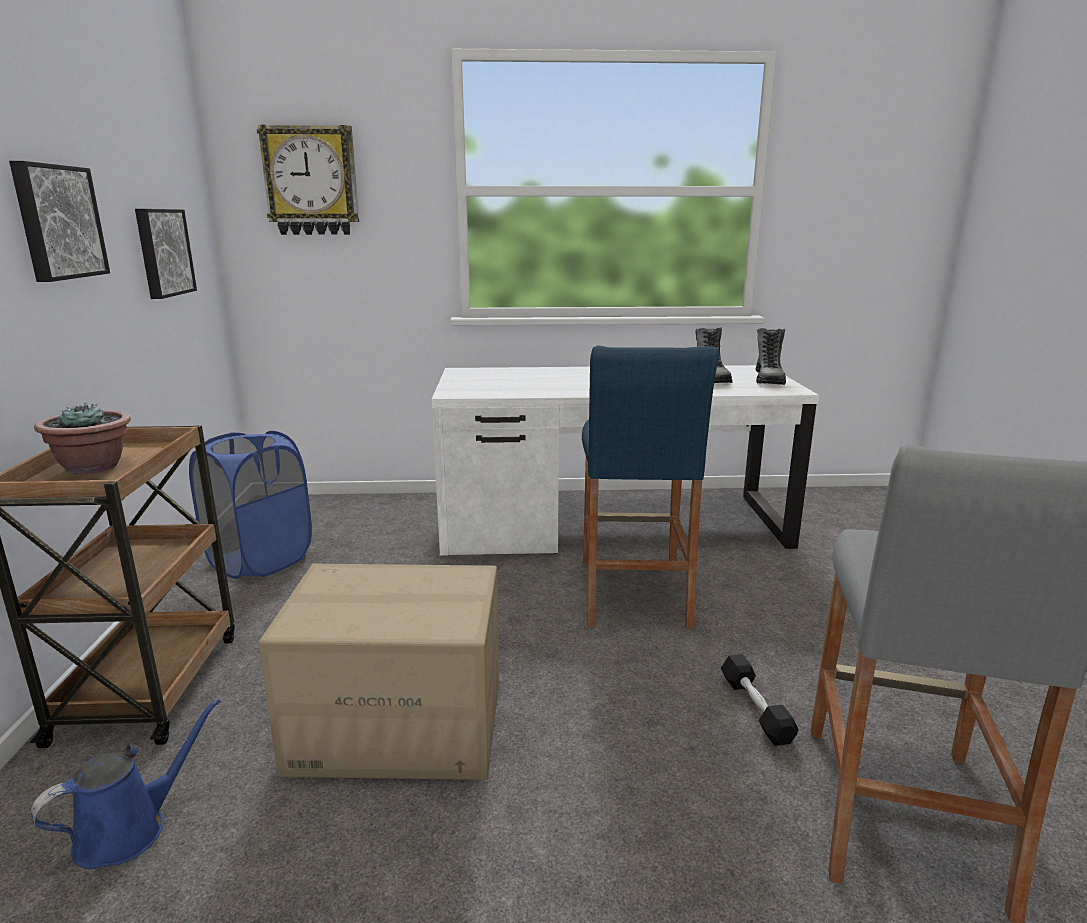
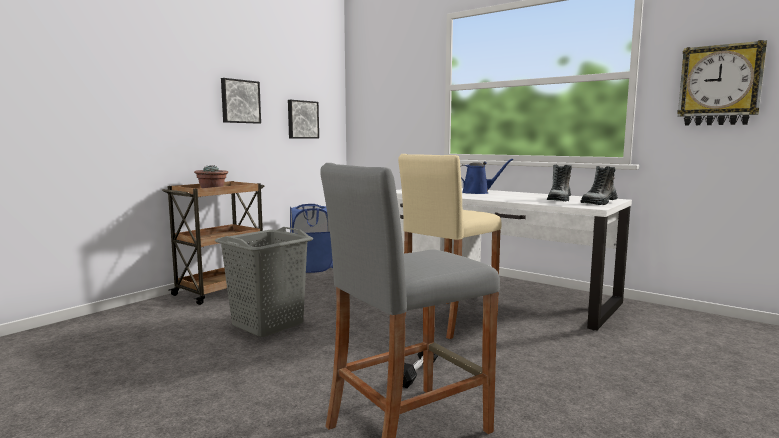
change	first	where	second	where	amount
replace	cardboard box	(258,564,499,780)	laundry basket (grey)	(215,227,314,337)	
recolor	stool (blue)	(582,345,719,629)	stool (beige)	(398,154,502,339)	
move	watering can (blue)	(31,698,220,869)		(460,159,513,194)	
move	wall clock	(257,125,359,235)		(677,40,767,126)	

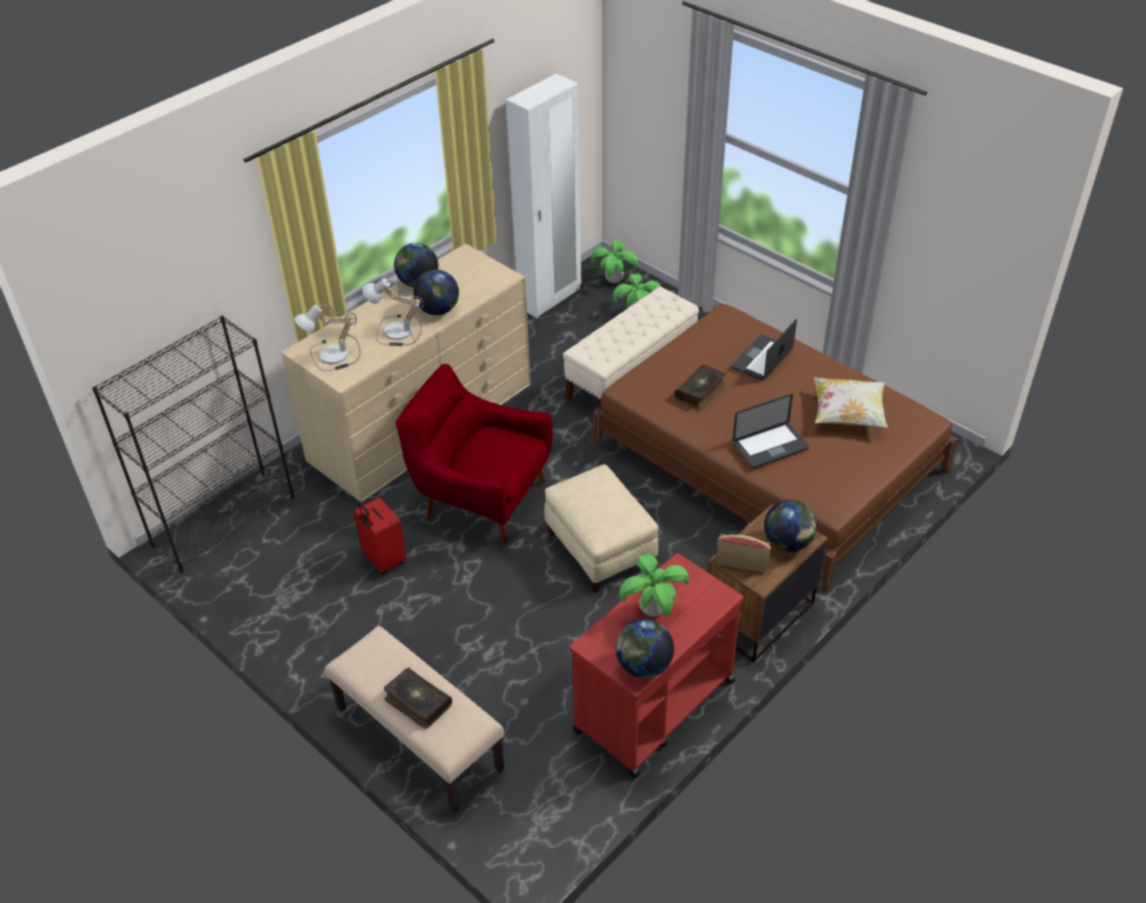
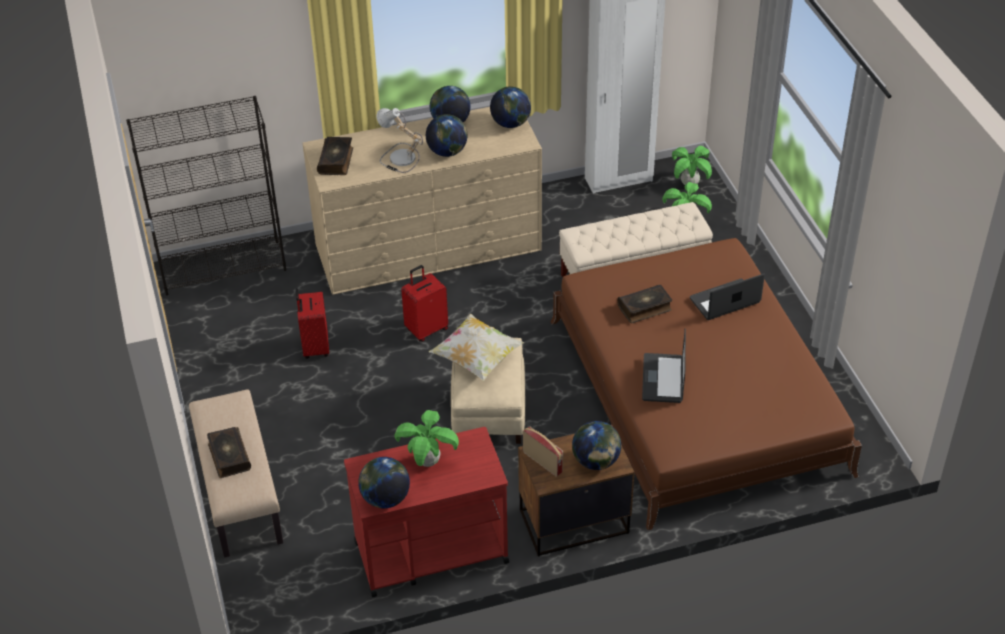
change	first	where	second	where	amount
replace	table lamp	(294,305,361,371)	book	(317,137,353,175)	
replace	armchair (red)	(396,364,553,544)	suitcase (red)	(401,265,448,342)	
move	pillow	(814,377,888,428)		(429,314,525,381)	
insert			globe	(490,86,531,128)	
rotate	laptop	(733,394,809,468)		(642,329,686,403)	90 degrees clockwise

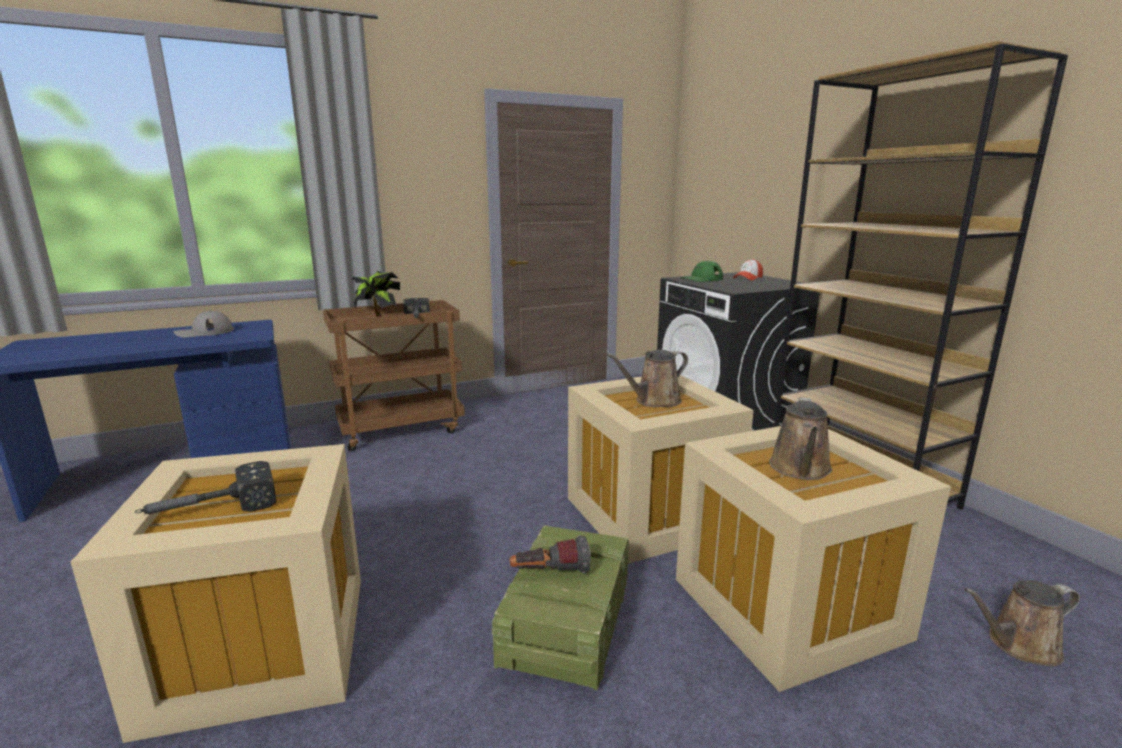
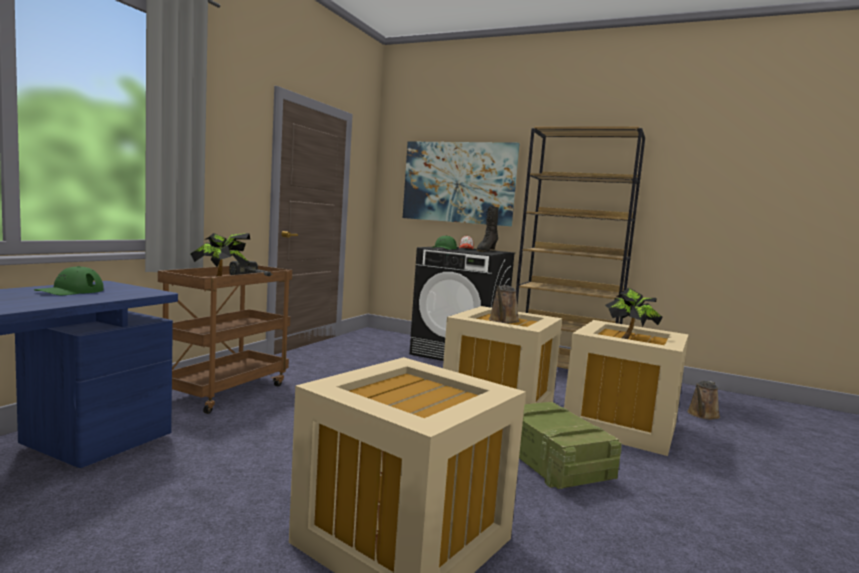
change	first	where	second	where	amount
recolor	cap (grey)	(173,311,234,337)	cap (green)	(34,266,104,295)	
insert			picture	(403,142,520,226)	
insert			boot (black)	(476,206,499,252)	
replace	watering can (brown)	(769,398,832,480)	potted plant	(605,287,663,339)	
delete	hammer	(135,461,276,514)			
delete	flashlight	(509,535,591,574)			

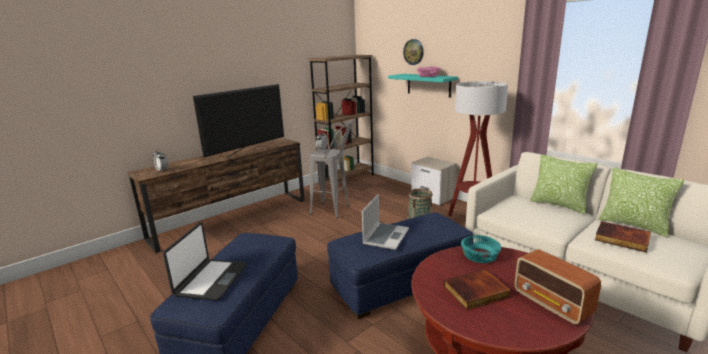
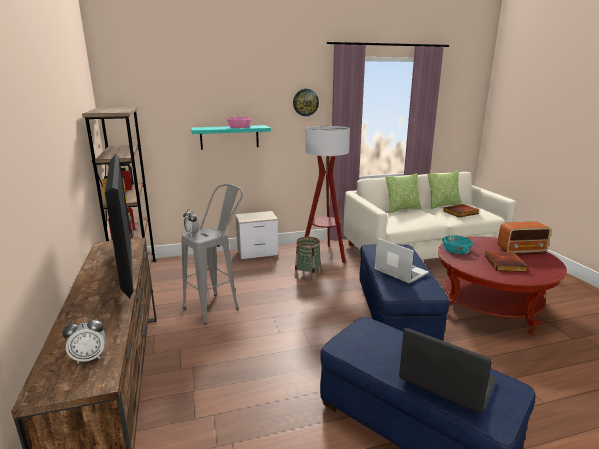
change	first	where	second	where	amount
move	wall clock	(403,39,424,65)		(293,89,319,116)	

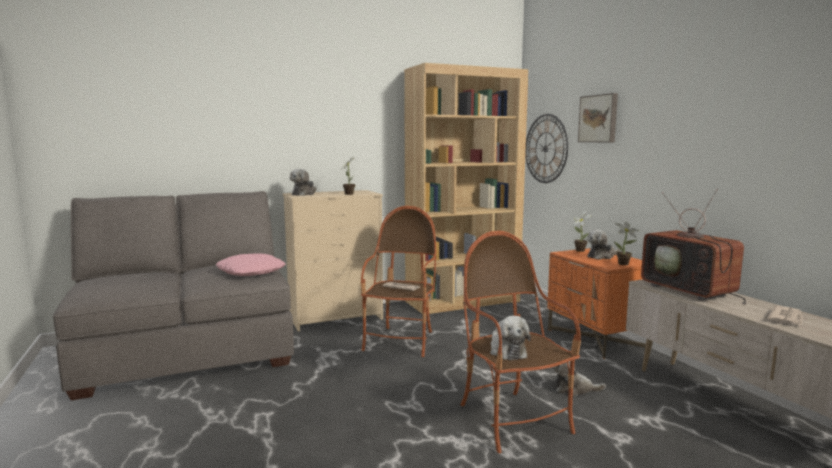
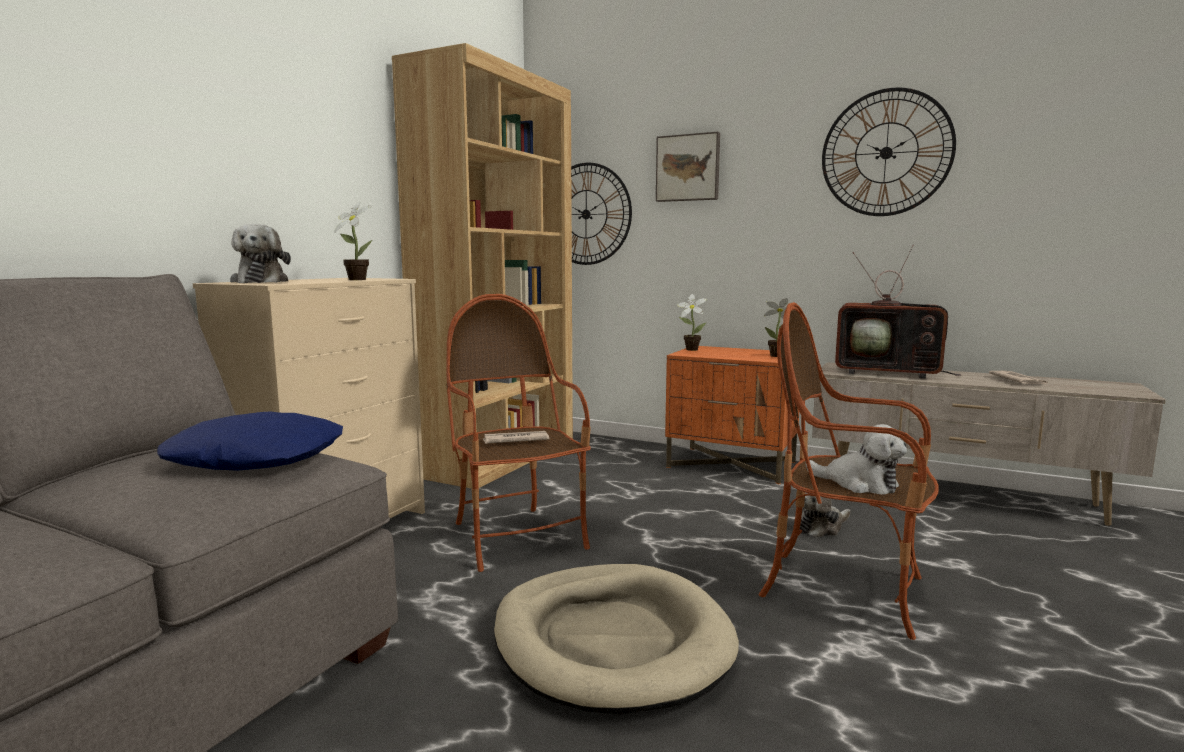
change	first	where	second	where	amount
recolor	pillow (pink)	(216,253,286,276)	pillow (blue)	(157,412,343,471)	
insert			dog bed (beige)	(494,564,739,714)	
insert			wall clock	(822,87,956,216)	
delete	plush toy	(587,230,620,260)			

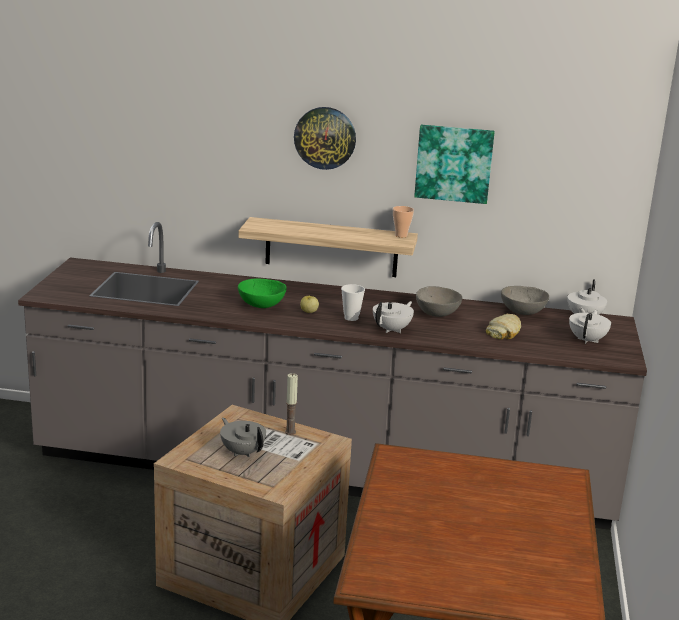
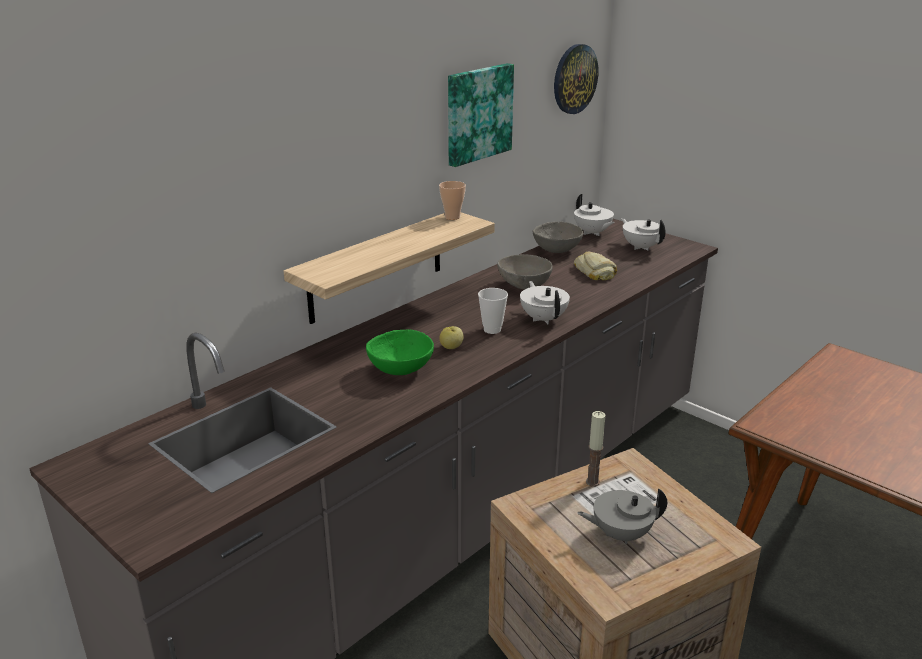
change	first	where	second	where	amount
move	wall clock	(294,107,356,170)		(554,44,598,114)	

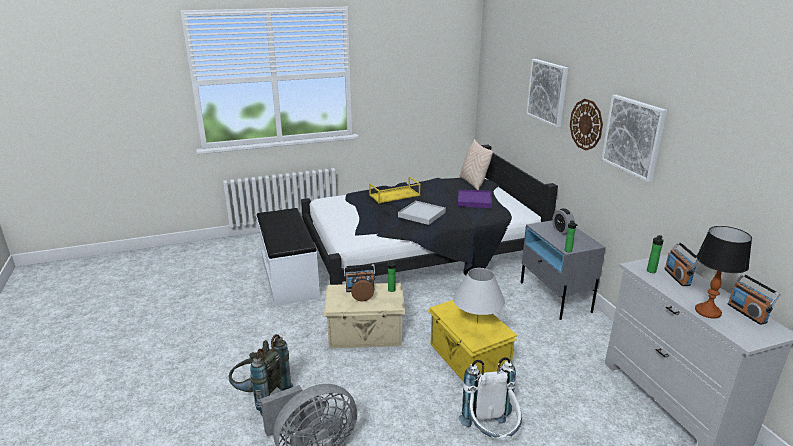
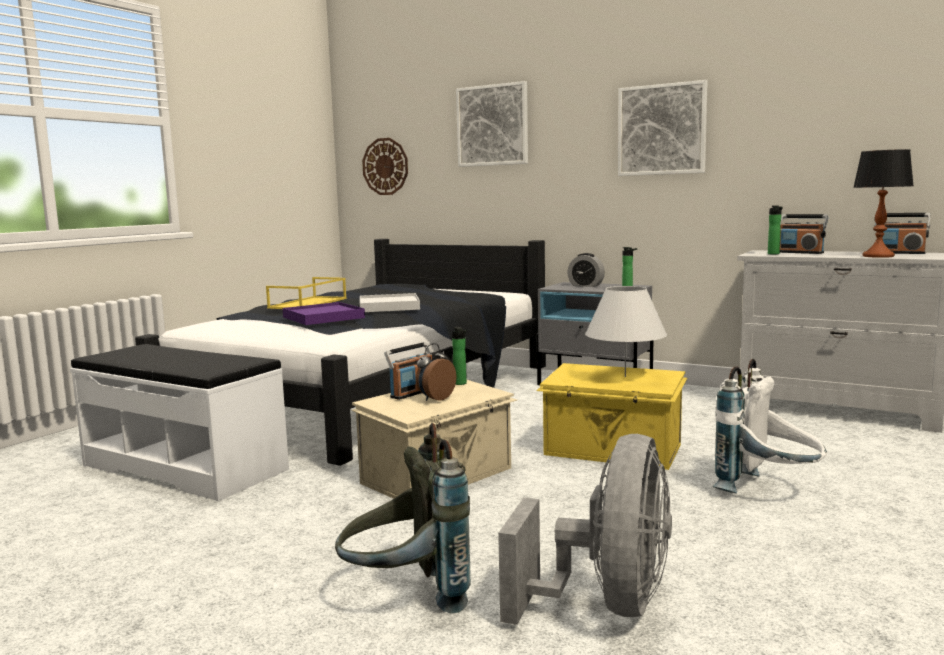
change	first	where	second	where	amount
move	tray (purple)	(458,190,492,208)		(283,302,365,325)	
move	wall clock	(570,99,603,150)		(362,138,408,195)	
delete	pillow (beige)	(459,139,494,190)			

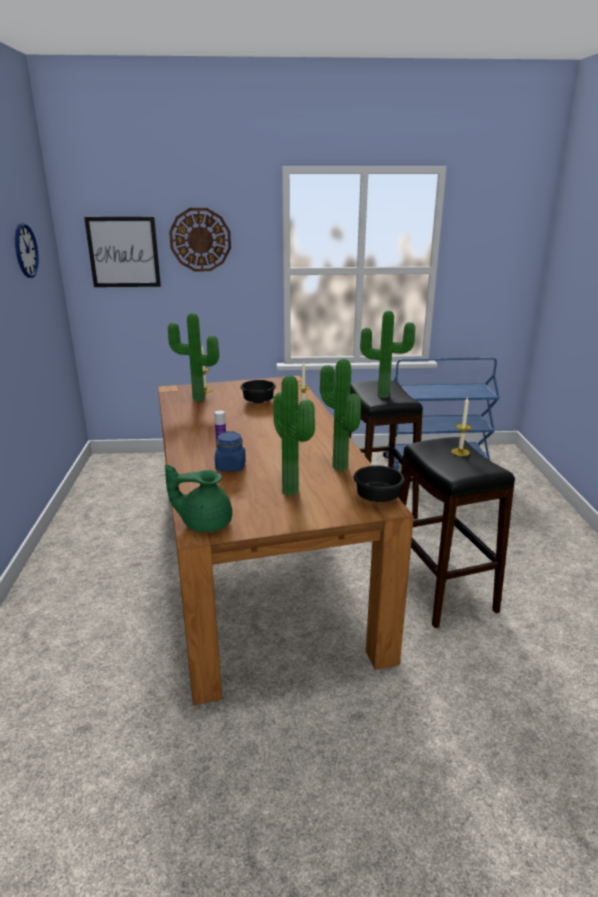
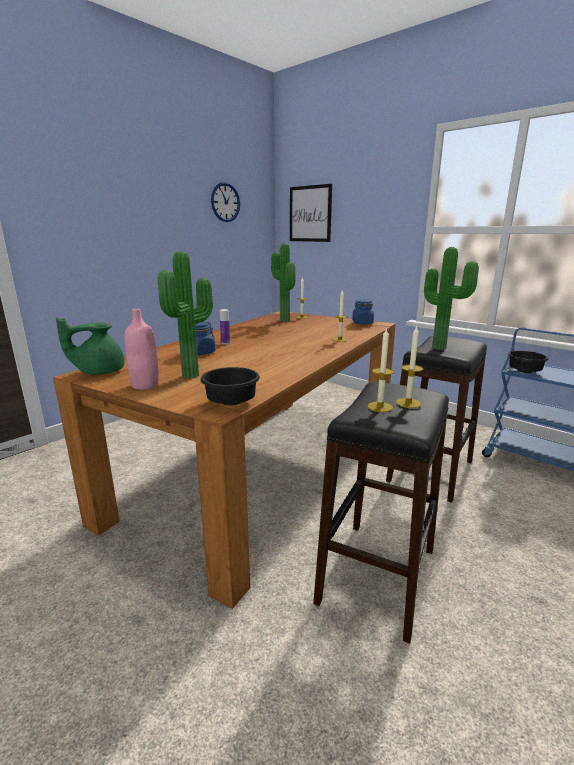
change	first	where	second	where	amount
rotate	teapot (green)	(165,464,232,532)		(56,317,124,375)	75 degrees counterclockwise
insert			bottle (pink)	(125,309,159,390)	
insert			jar (blue)	(352,299,374,325)	
insert			candle	(367,327,394,412)	
move	bowl (black)	(240,380,276,403)		(508,351,549,373)	
delete	wall clock	(169,208,231,271)			
delete	potted plant	(320,359,361,471)			

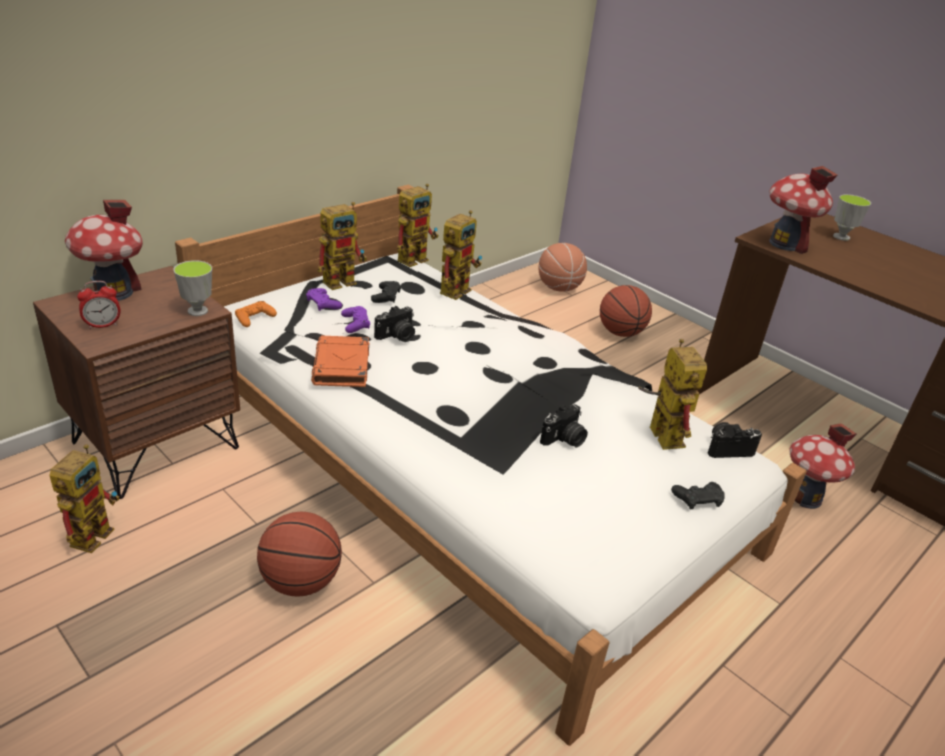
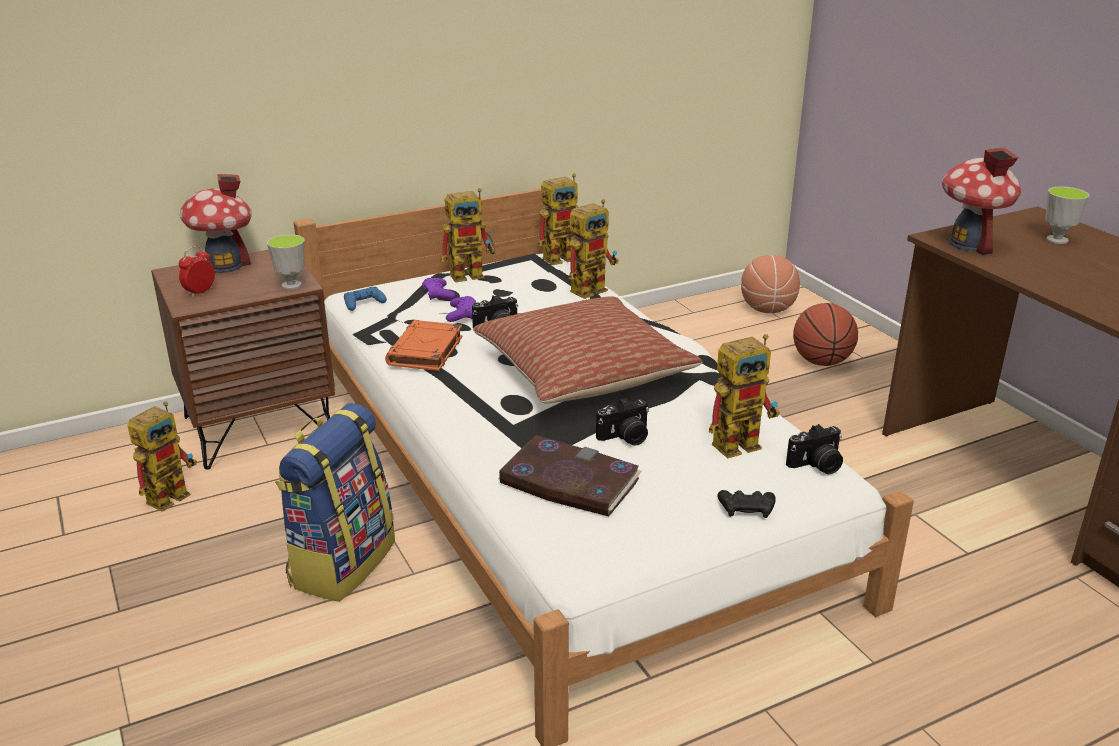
change	first	where	second	where	amount
rotate	alarm clock	(77,281,121,329)		(179,246,215,297)	135 degrees clockwise
replace	basketball	(257,512,342,597)	backpack	(275,403,395,602)	
recolor	game controller (orange)	(235,301,277,327)	game controller (blue)	(344,287,387,311)	
insert			pillow	(473,296,703,404)	
insert			book	(498,435,642,517)	
rotate	toy robot	(638,339,707,450)		(709,334,780,458)	60 degrees clockwise
rotate	photo camera	(708,422,762,458)		(786,424,843,474)	150 degrees clockwise
delete	game controller (black)	(371,281,401,303)			
delete	toy house	(790,423,856,509)			

